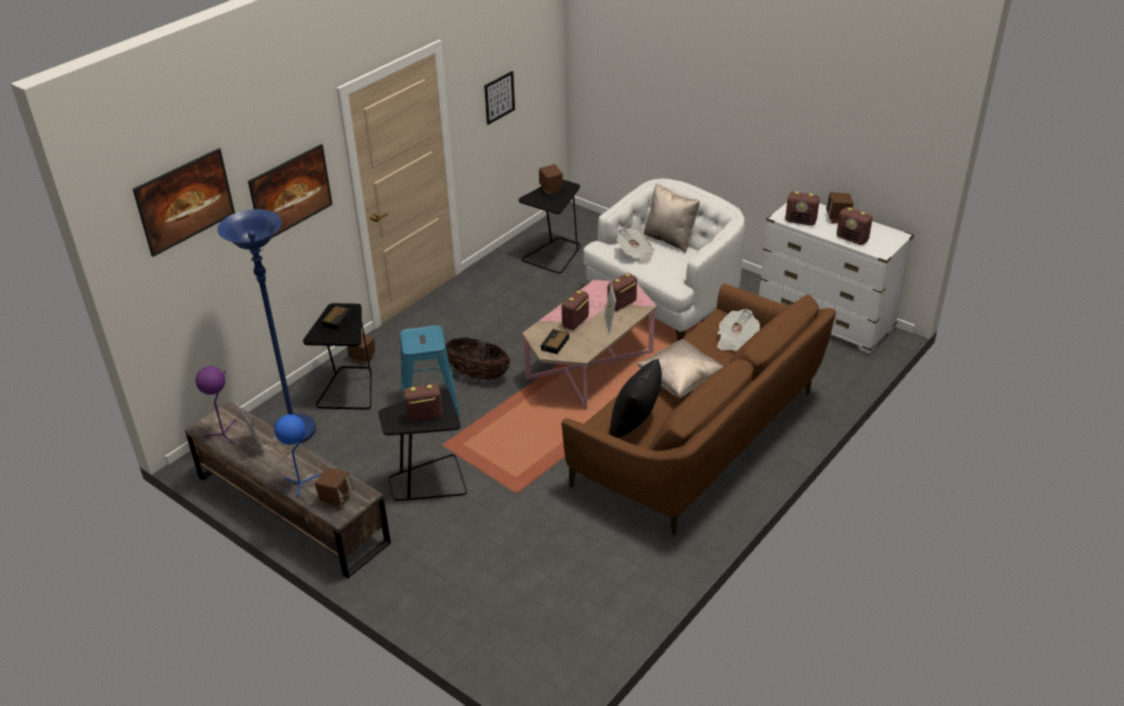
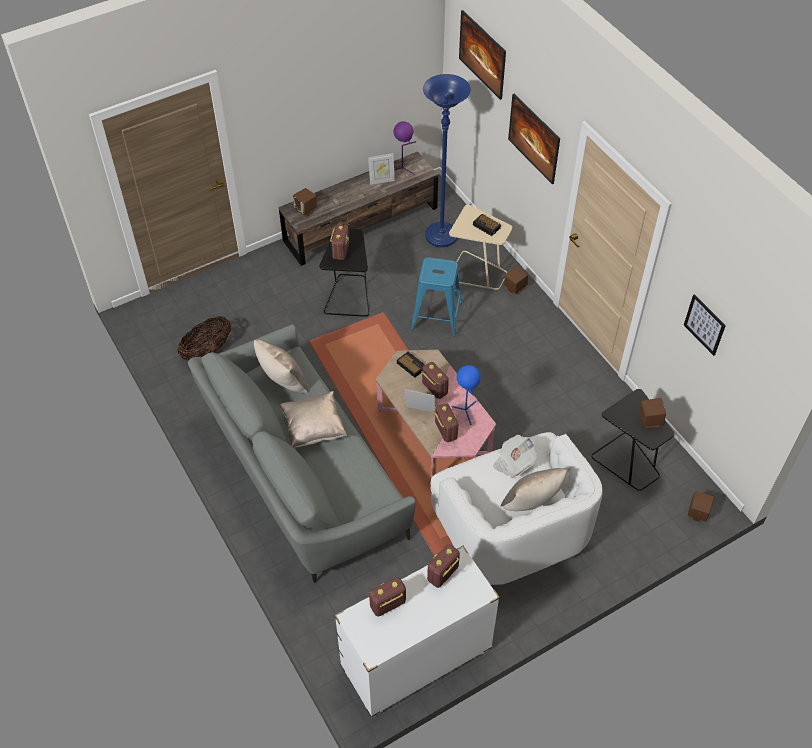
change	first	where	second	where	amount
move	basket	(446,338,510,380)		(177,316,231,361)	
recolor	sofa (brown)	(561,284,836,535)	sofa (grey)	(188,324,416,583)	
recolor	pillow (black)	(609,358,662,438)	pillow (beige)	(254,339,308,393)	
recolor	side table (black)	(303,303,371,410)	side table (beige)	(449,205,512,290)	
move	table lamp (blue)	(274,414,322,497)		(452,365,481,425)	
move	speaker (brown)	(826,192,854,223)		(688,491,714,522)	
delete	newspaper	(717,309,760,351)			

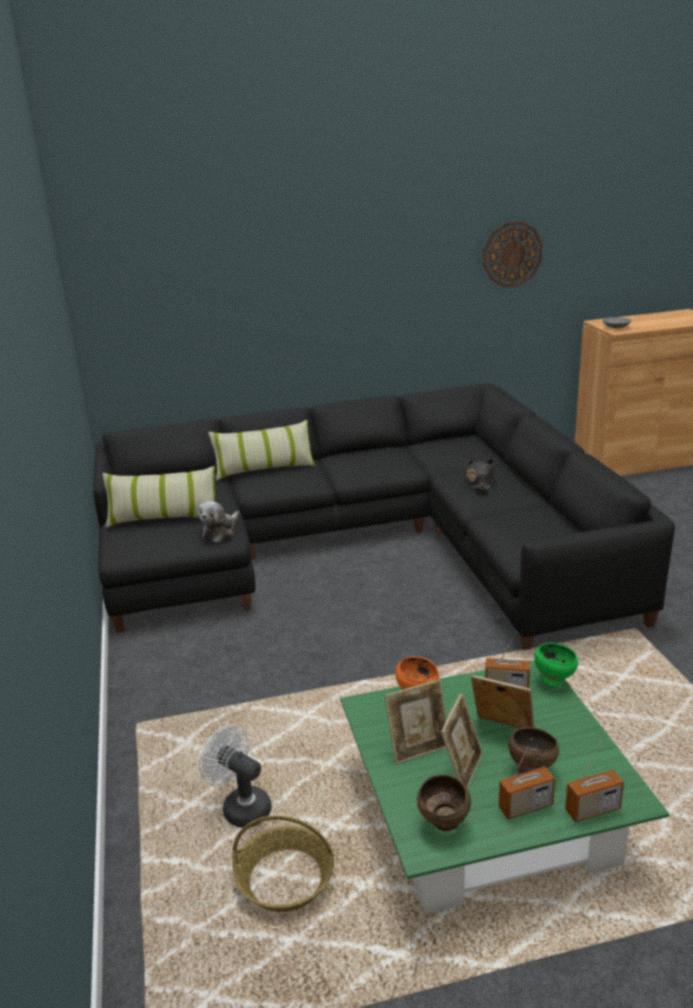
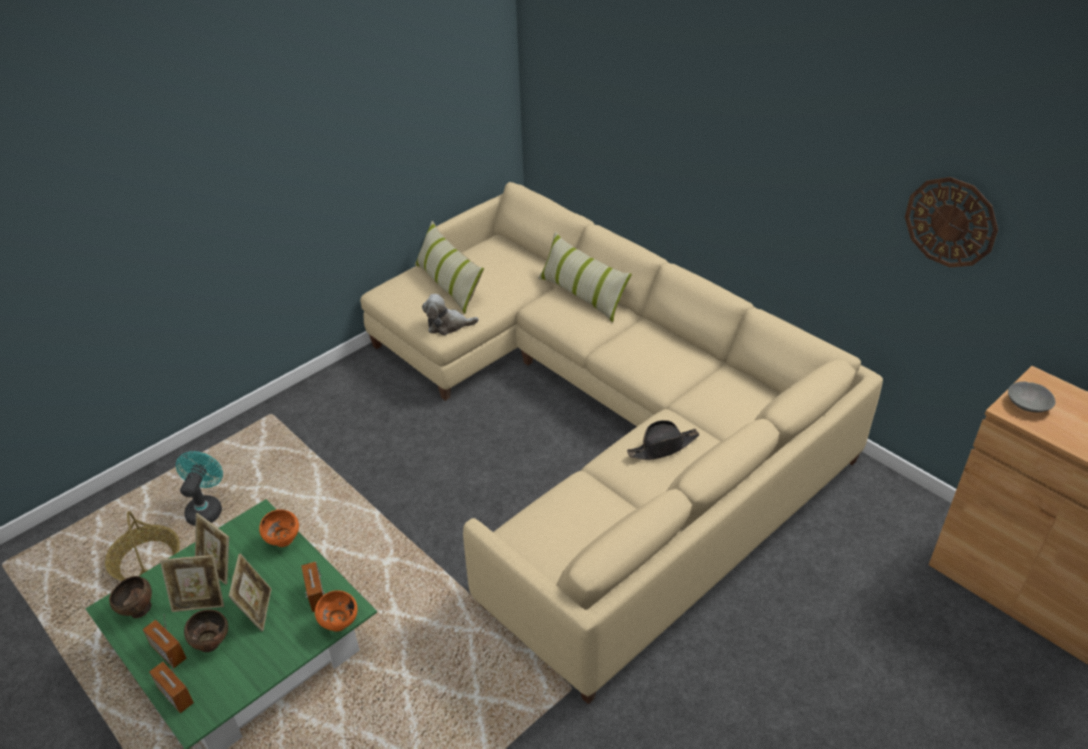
change	first	where	second	where	amount
recolor	fan (white)	(199,725,272,828)	fan (turquoise)	(176,451,223,526)	
recolor	bowl (green)	(534,642,578,687)	bowl (orange)	(315,590,358,631)	
recolor	sofa (black)	(93,383,675,650)	sofa (beige)	(360,182,883,704)	

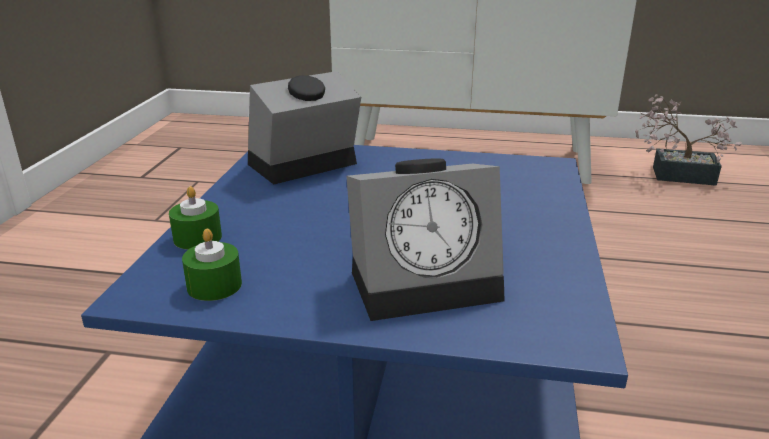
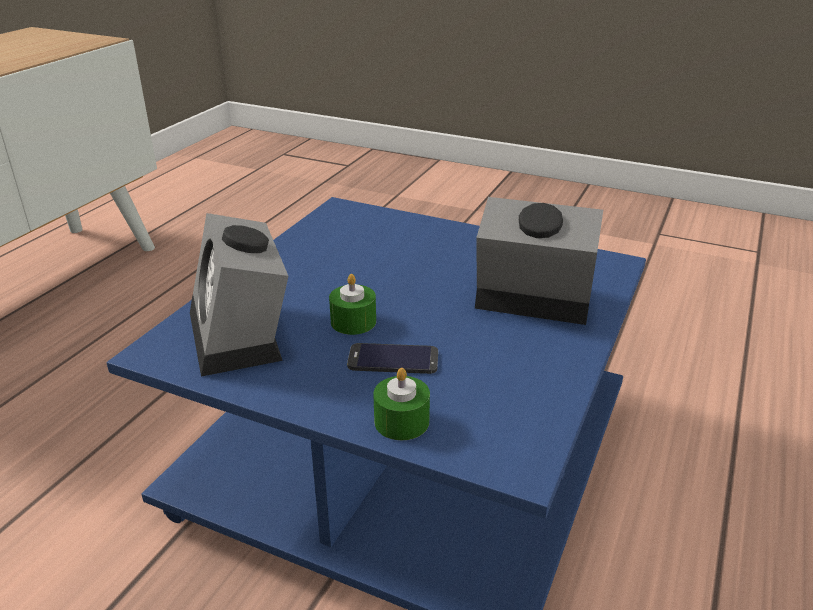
change	first	where	second	where	amount
move	candle (green)	(182,229,242,301)		(329,274,376,335)	
insert			phone	(347,343,438,374)	
rotate	alarm clock	(346,158,505,321)		(475,197,603,325)	75 degrees counterclockwise
delete	potted plant	(635,94,742,186)			

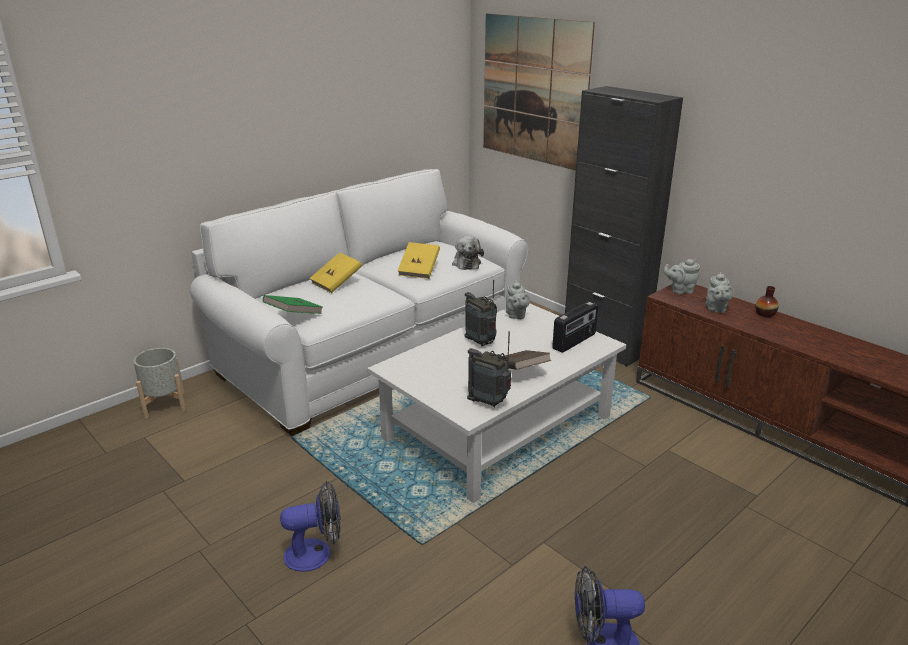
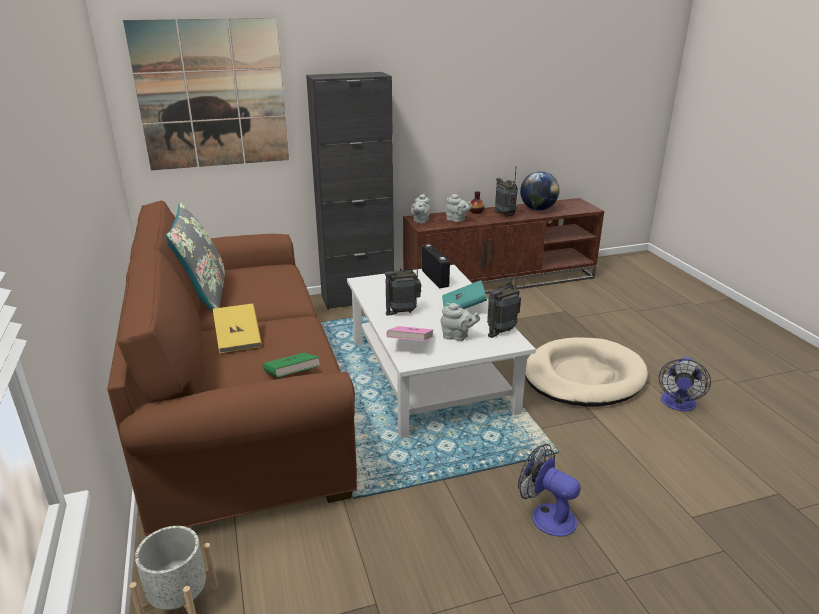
change	first	where	second	where	amount
recolor	sofa (white)	(190,169,528,436)	sofa (brown)	(107,200,357,536)	
insert			pillow (grey)	(166,203,225,312)	
insert			book (pink)	(386,326,433,341)	
move	teapot (grey)	(506,281,530,319)		(441,303,480,341)	
recolor	book (brown)	(503,350,552,370)	book (turquoise)	(442,280,487,309)	
insert			radio	(494,169,518,217)	
rotate	fan	(280,481,341,572)		(518,444,581,536)	60 degrees counterclockwise
insert			globe	(520,171,559,210)	
insert			dog bed (beige)	(525,337,648,407)	
delete	book (yellow)	(398,242,440,279)			
delete	plush toy	(452,236,484,270)			

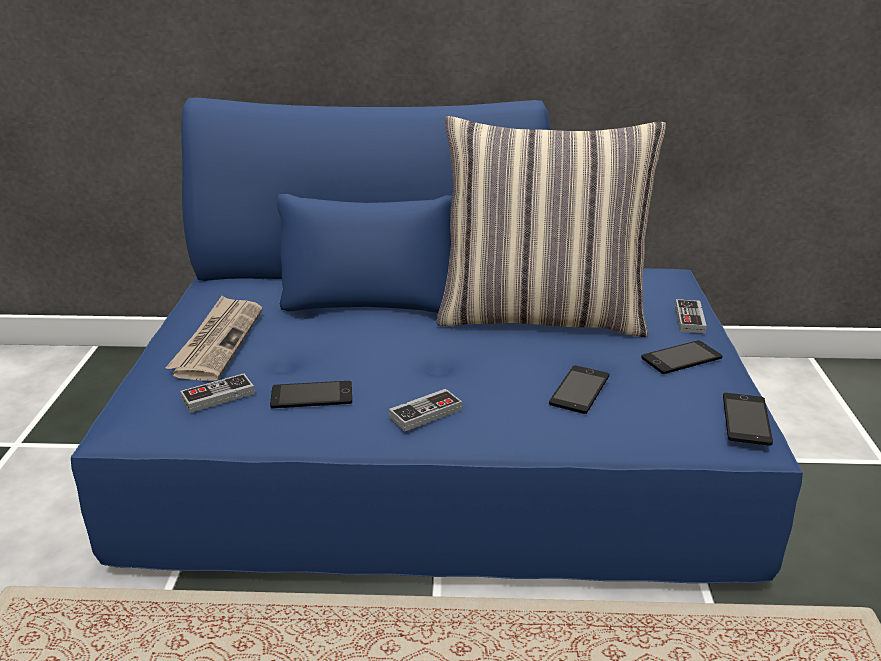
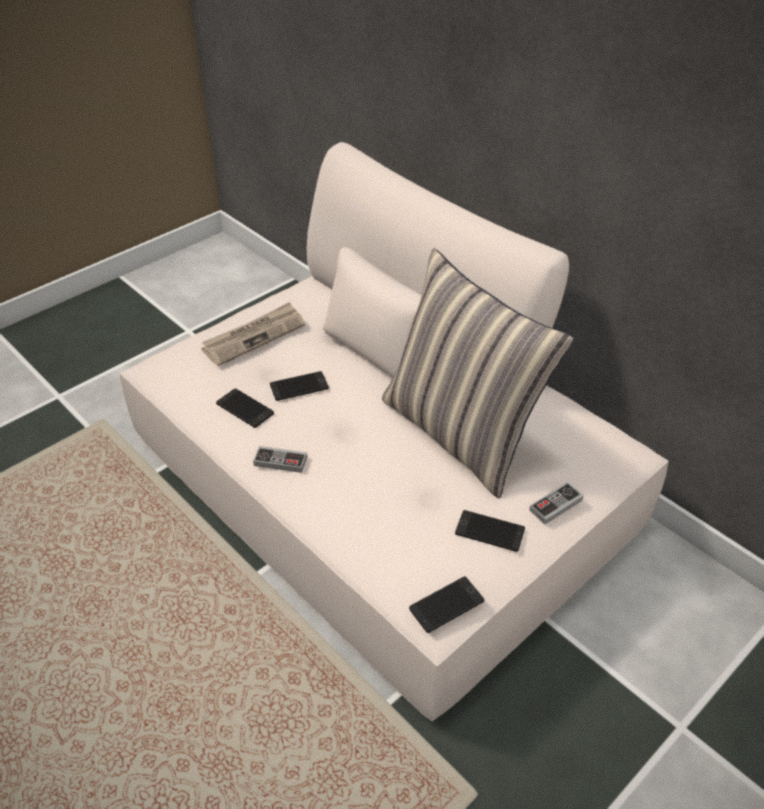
change	first	where	second	where	amount
recolor	sofa (blue)	(71,97,803,583)	sofa (beige)	(120,142,669,721)	
move	phone	(549,365,609,414)		(270,371,329,401)	
delete	game controller	(180,373,255,413)			

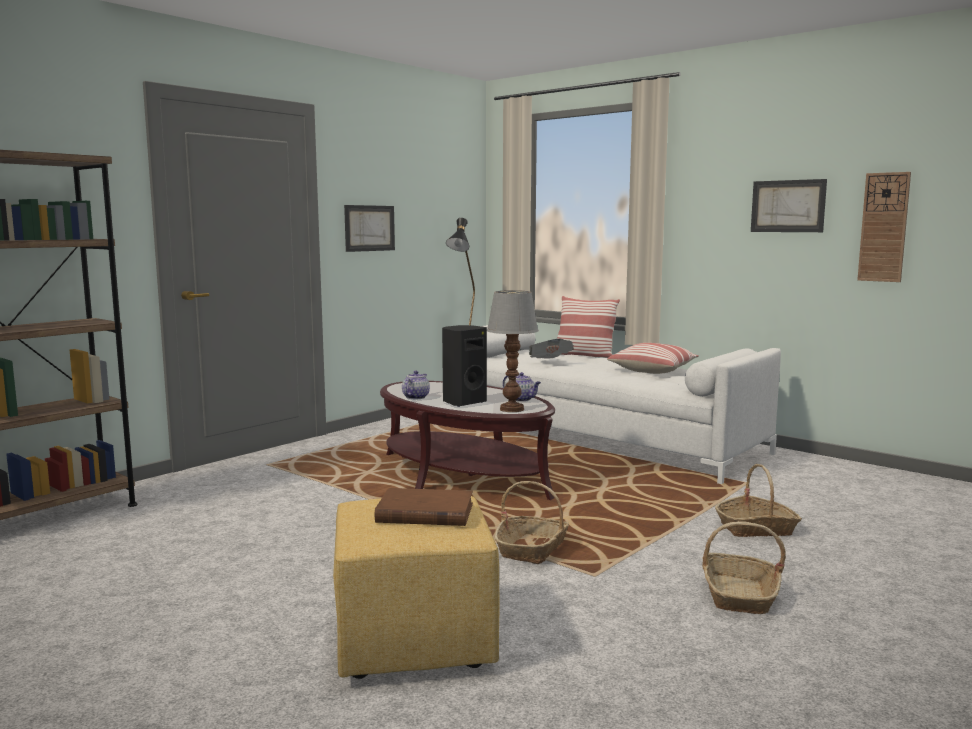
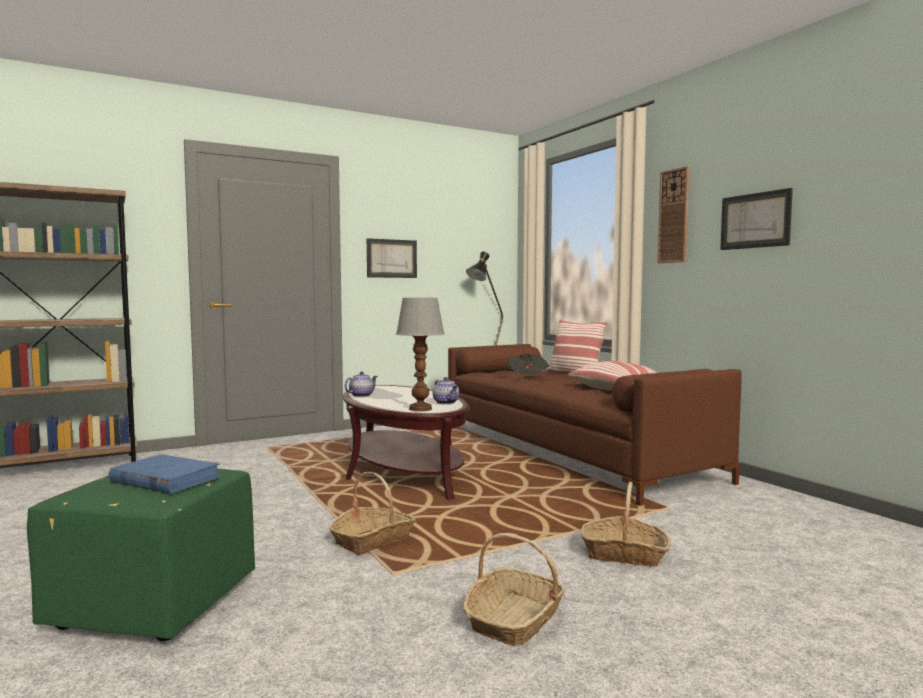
change	first	where	second	where	amount
recolor	ottoman (yellow)	(333,496,500,679)	ottoman (green)	(27,469,255,641)	
recolor	book (brown)	(375,488,473,526)	book (blue)	(108,454,220,494)	
recolor	sofa (white)	(481,325,781,484)	sofa (brown)	(448,344,742,506)	
move	wall clock	(857,172,911,282)		(658,166,689,263)	
delete	speaker (black)	(442,325,487,407)			

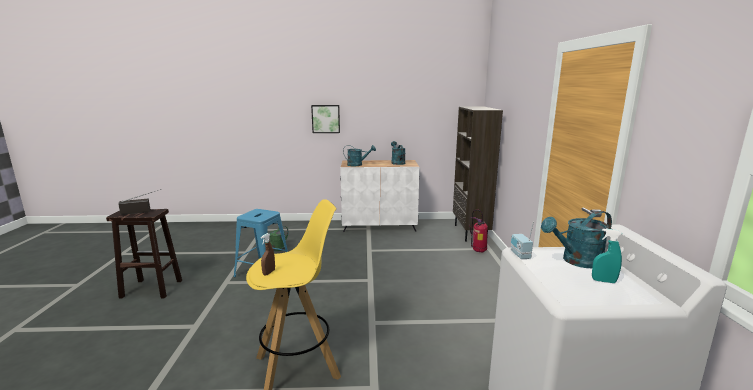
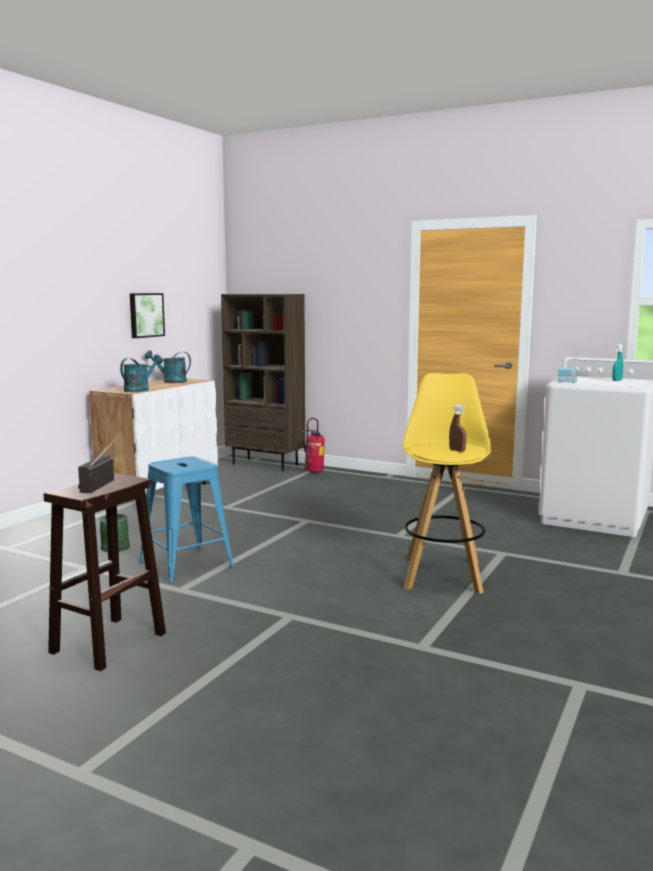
change	first	where	second	where	amount
move	picture	(311,105,340,133)		(130,293,165,338)	
delete	watering can (turquoise)	(541,211,612,268)			

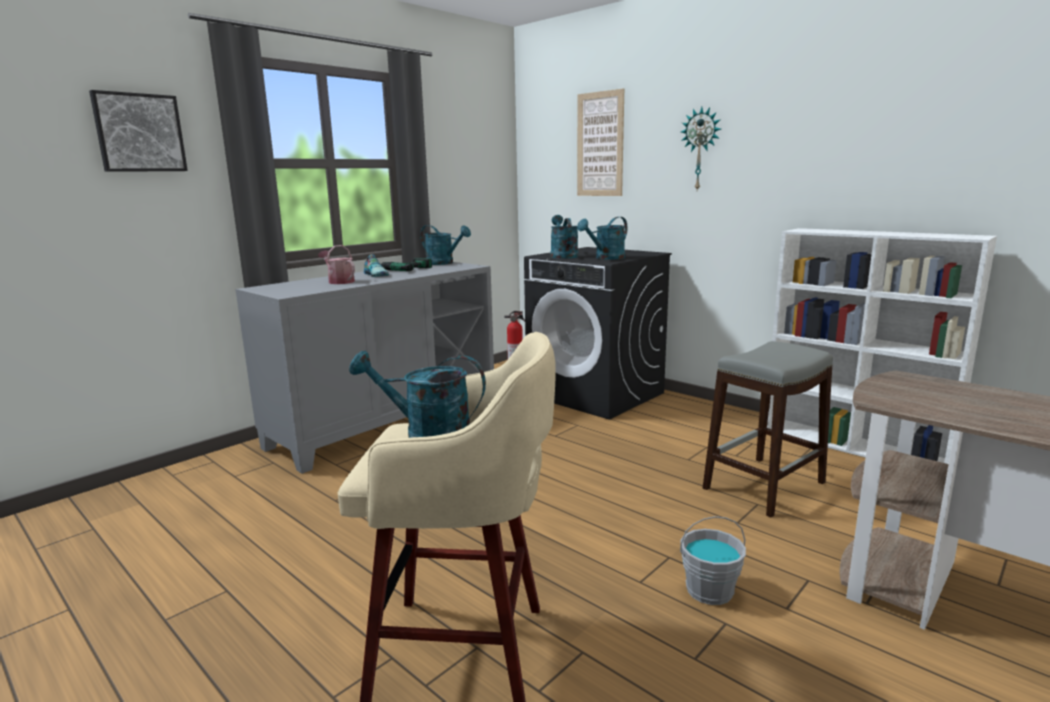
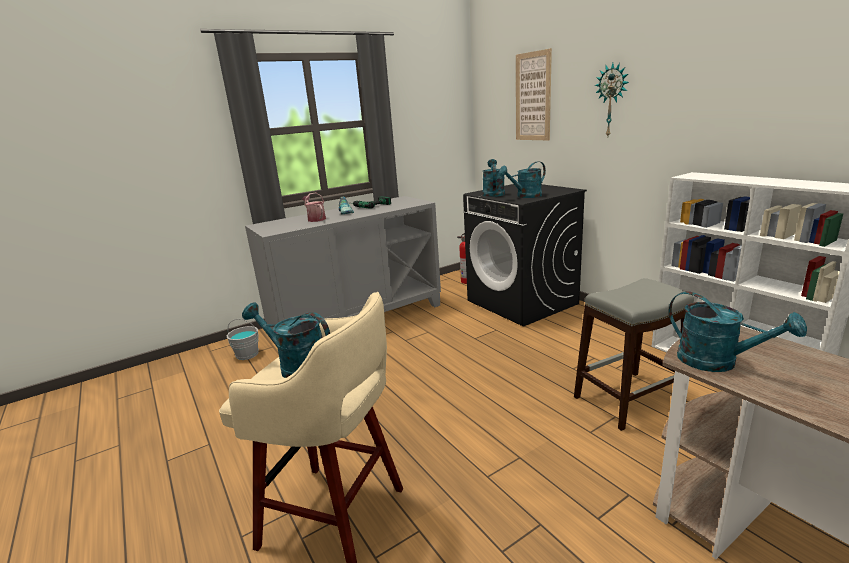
change	first	where	second	where	amount
move	bucket (grey)	(680,516,746,605)		(226,319,259,360)	
move	watering can (turquoise)	(420,225,471,265)		(669,291,807,372)	
delete	picture	(89,90,188,172)			

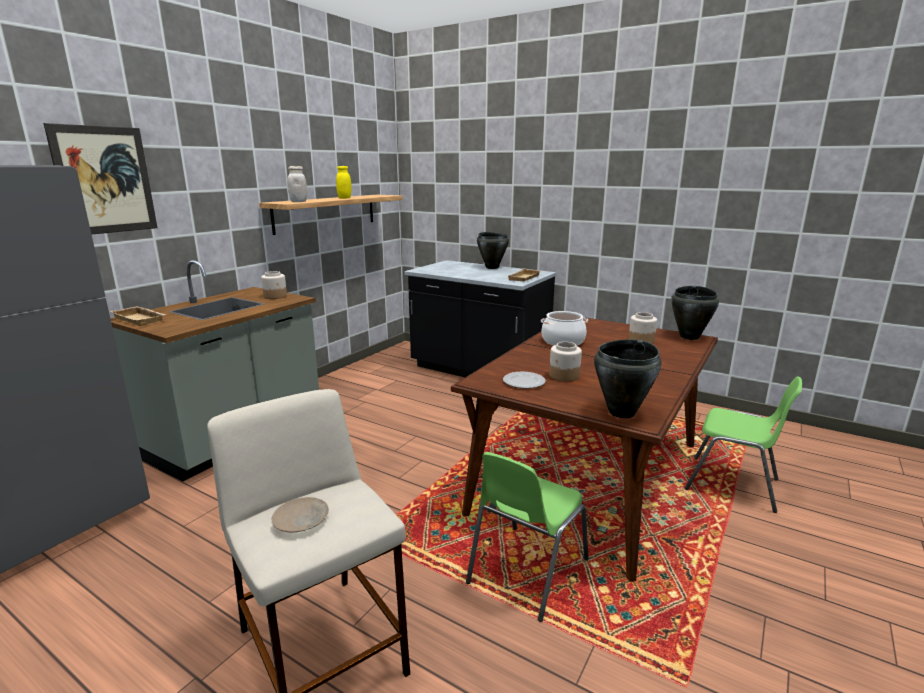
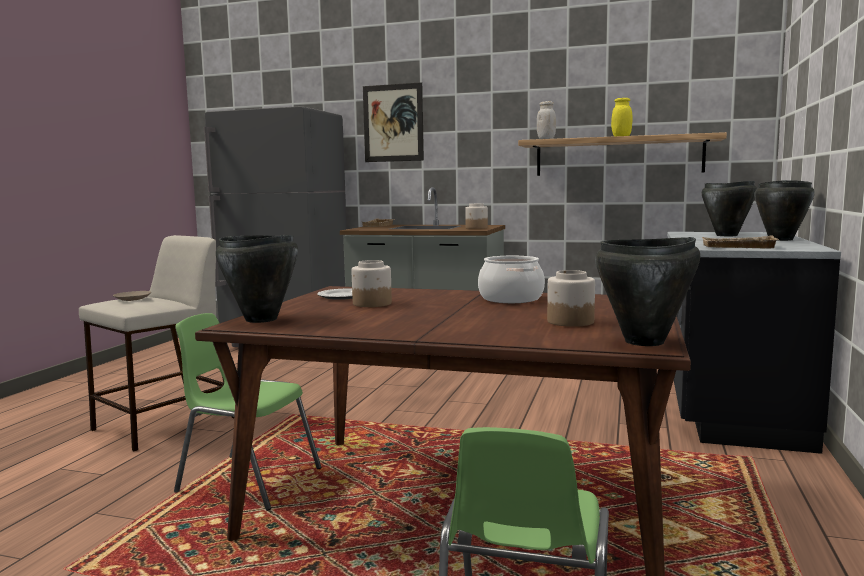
change	first	where	second	where	amount
insert			cooking pot (black)	(702,181,757,236)	

